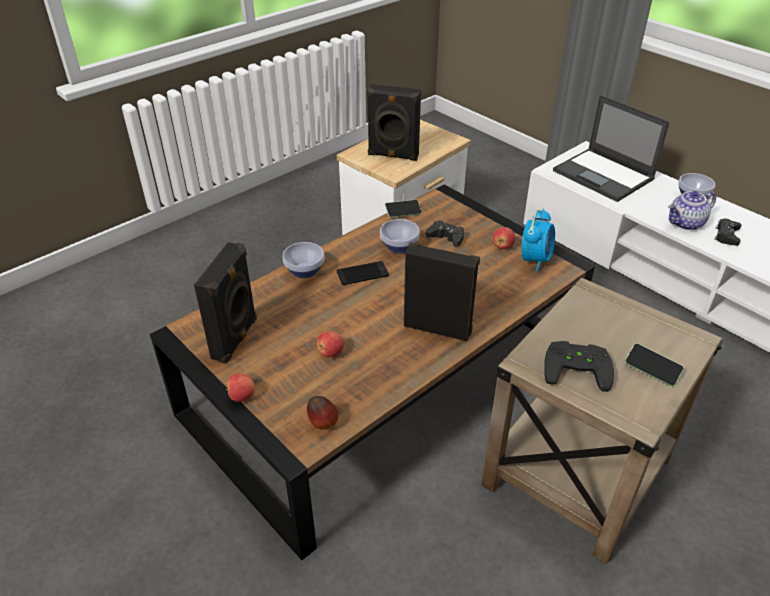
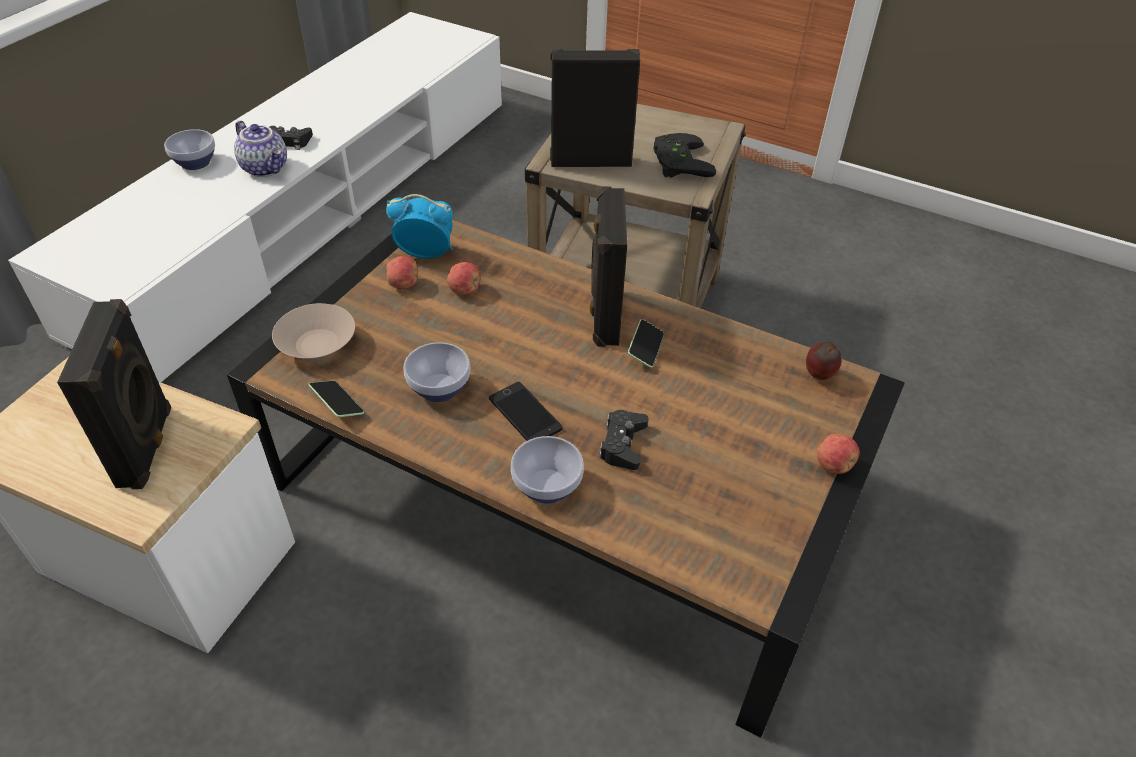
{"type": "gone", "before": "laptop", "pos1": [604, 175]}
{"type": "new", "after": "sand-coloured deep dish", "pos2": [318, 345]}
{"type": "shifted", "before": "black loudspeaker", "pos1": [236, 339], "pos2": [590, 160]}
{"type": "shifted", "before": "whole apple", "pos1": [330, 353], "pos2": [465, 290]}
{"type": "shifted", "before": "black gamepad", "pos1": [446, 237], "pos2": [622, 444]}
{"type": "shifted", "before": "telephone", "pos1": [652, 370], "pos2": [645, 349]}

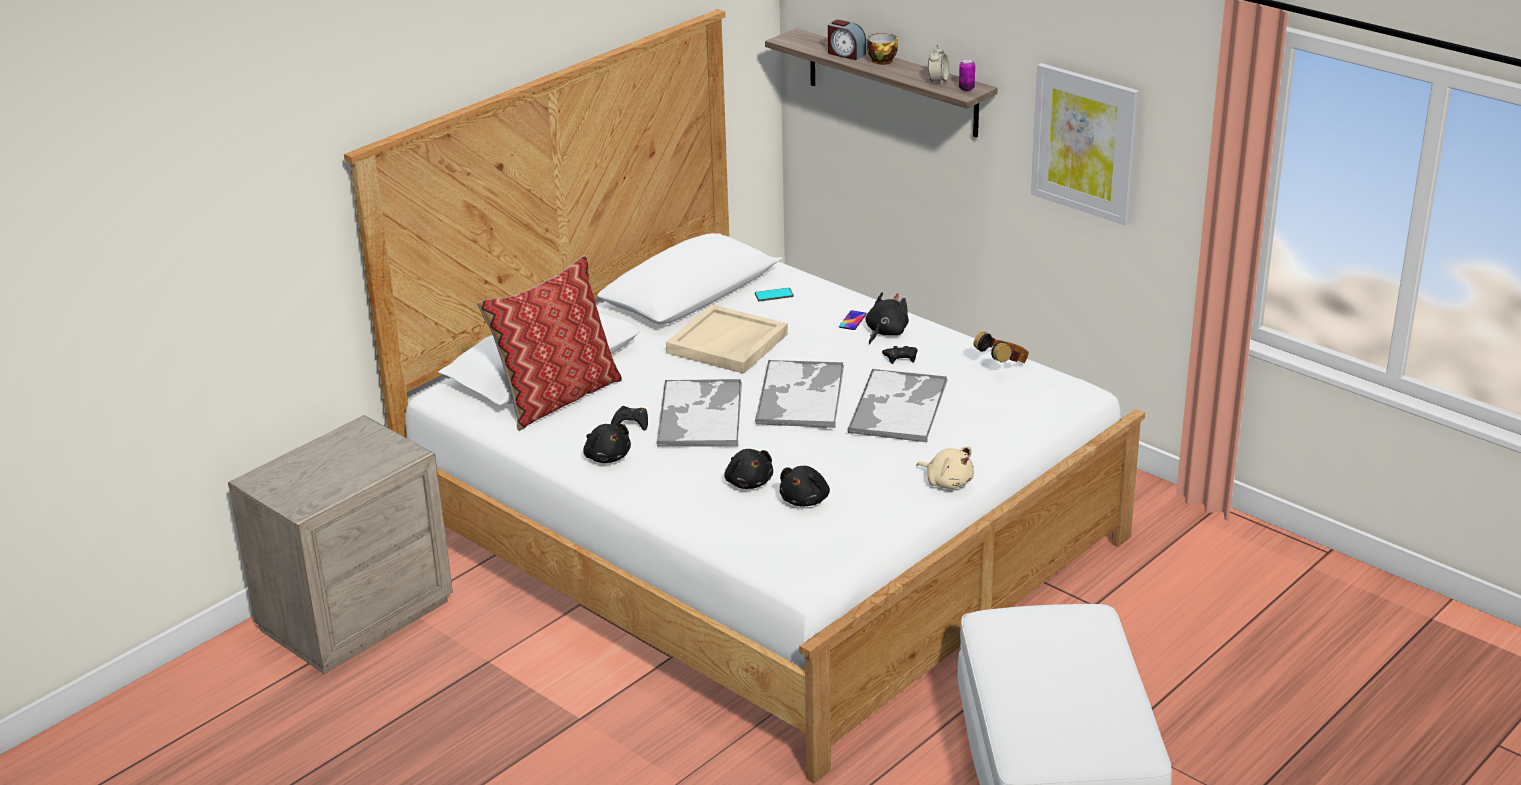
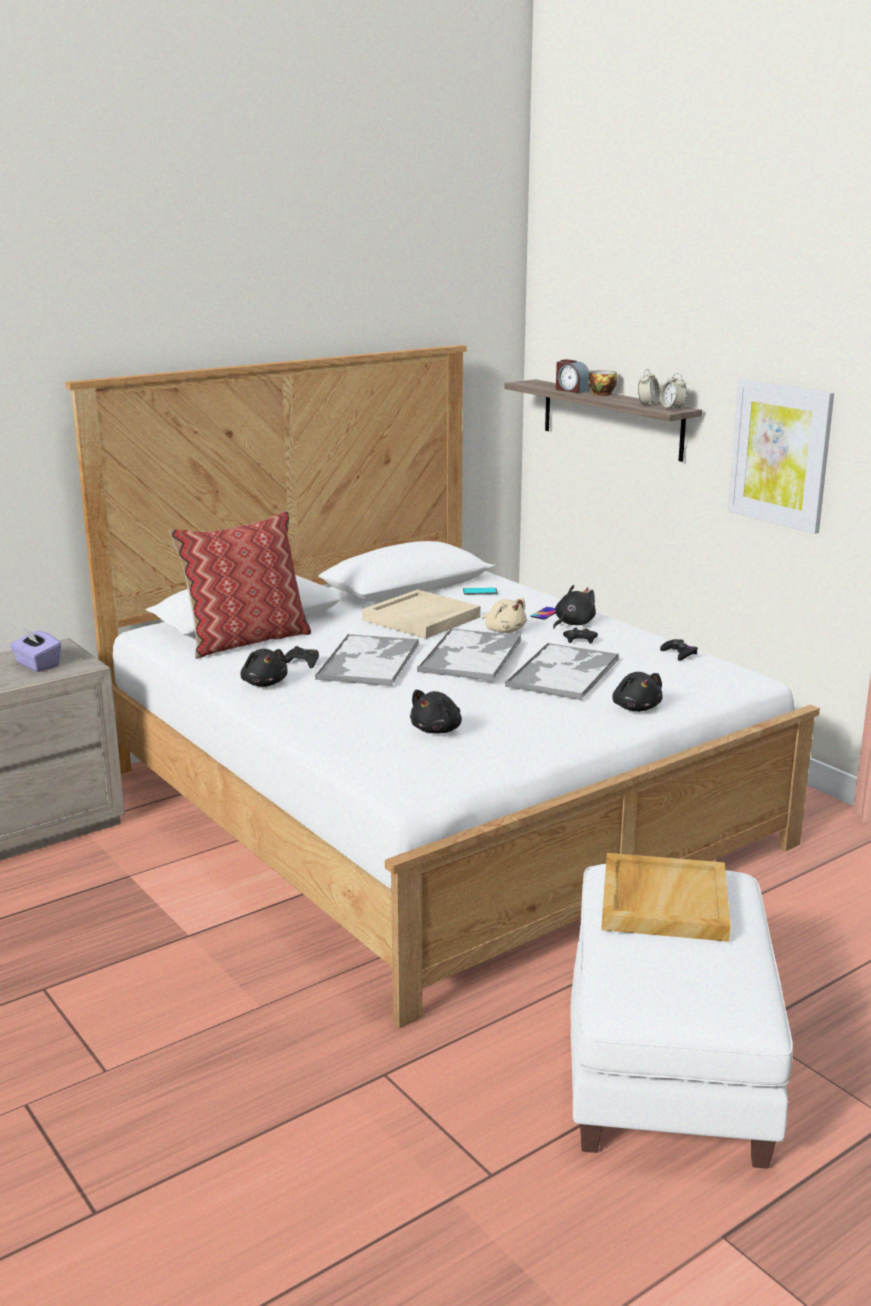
{"type": "new", "after": "purple tissue box", "pos2": [37, 665]}
{"type": "new", "after": "sand-coloured serving tray", "pos2": [663, 901]}
{"type": "shifted", "before": "black cuddly toy", "pos1": [748, 482], "pos2": [636, 708]}
{"type": "shifted", "before": "sand-coloured cuddly toy", "pos1": [947, 482], "pos2": [504, 630]}
{"type": "swapped", "before": "can", "after": "bedside clock", "pos1": [966, 88], "pos2": [672, 408]}
{"type": "swapped", "before": "headphones", "after": "black gamepad", "pos1": [1003, 365], "pos2": [679, 653]}

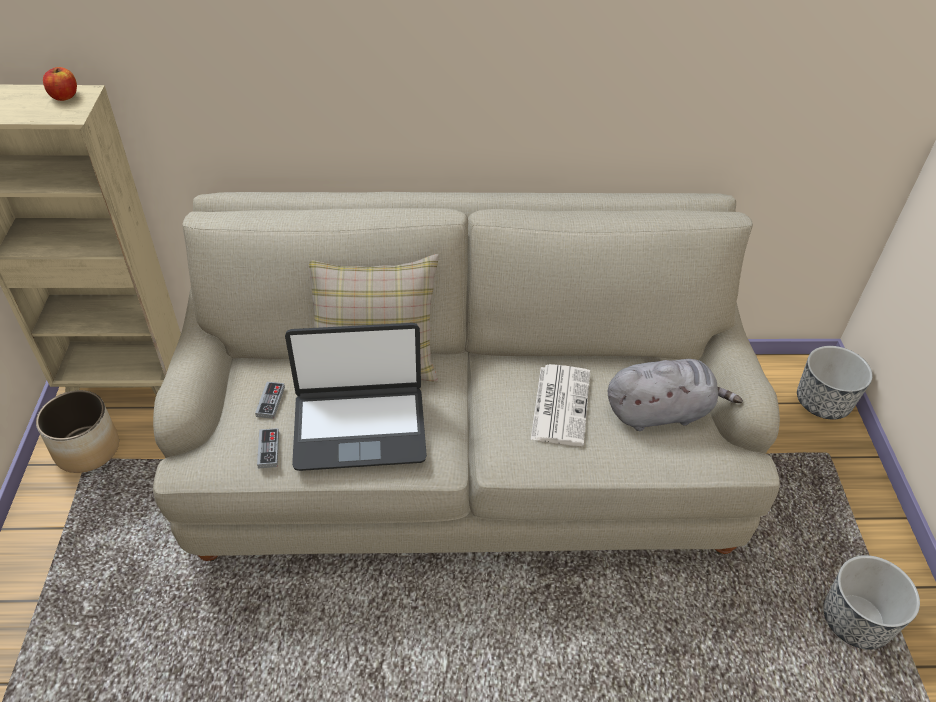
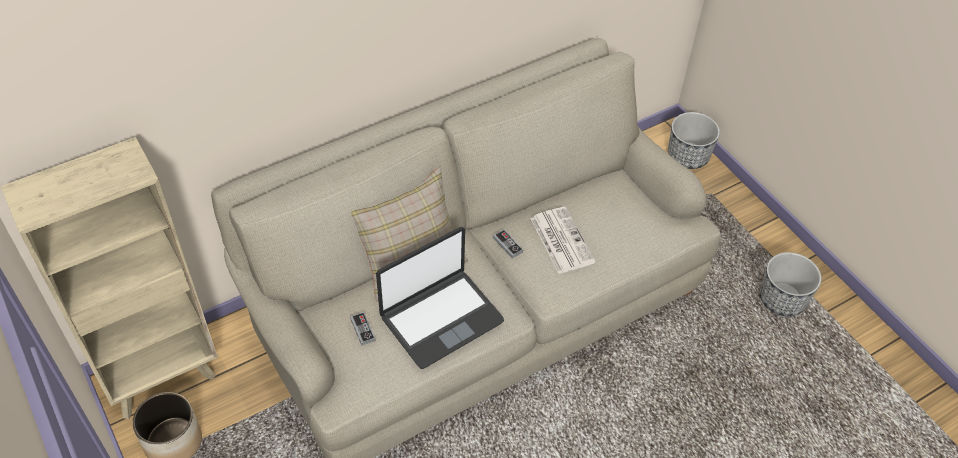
{"type": "gone", "before": "whole apple", "pos1": [64, 96]}
{"type": "gone", "before": "greyish cuddly toy", "pos1": [661, 412]}
{"type": "shifted", "before": "gamepad", "pos1": [268, 450], "pos2": [507, 245]}

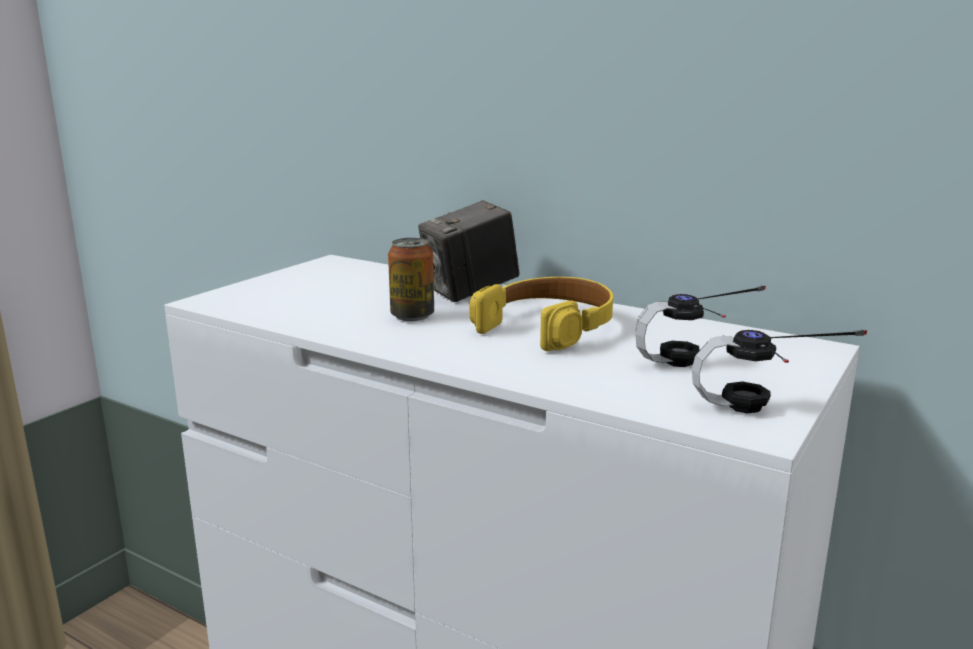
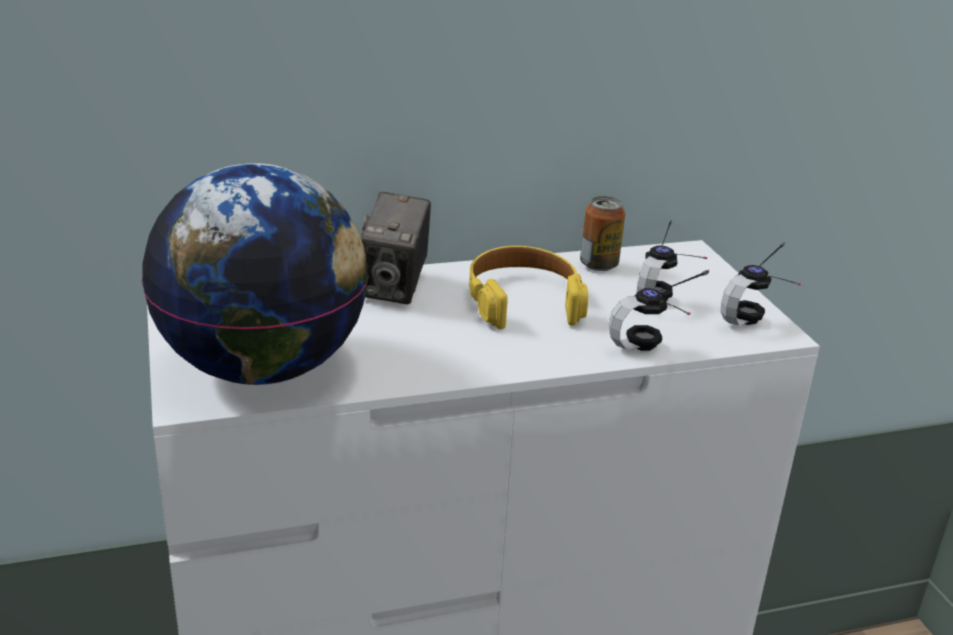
{"type": "new", "after": "world globe", "pos2": [264, 368]}
{"type": "new", "after": "headphones", "pos2": [668, 346]}
{"type": "shifted", "before": "can", "pos1": [412, 316], "pos2": [599, 265]}

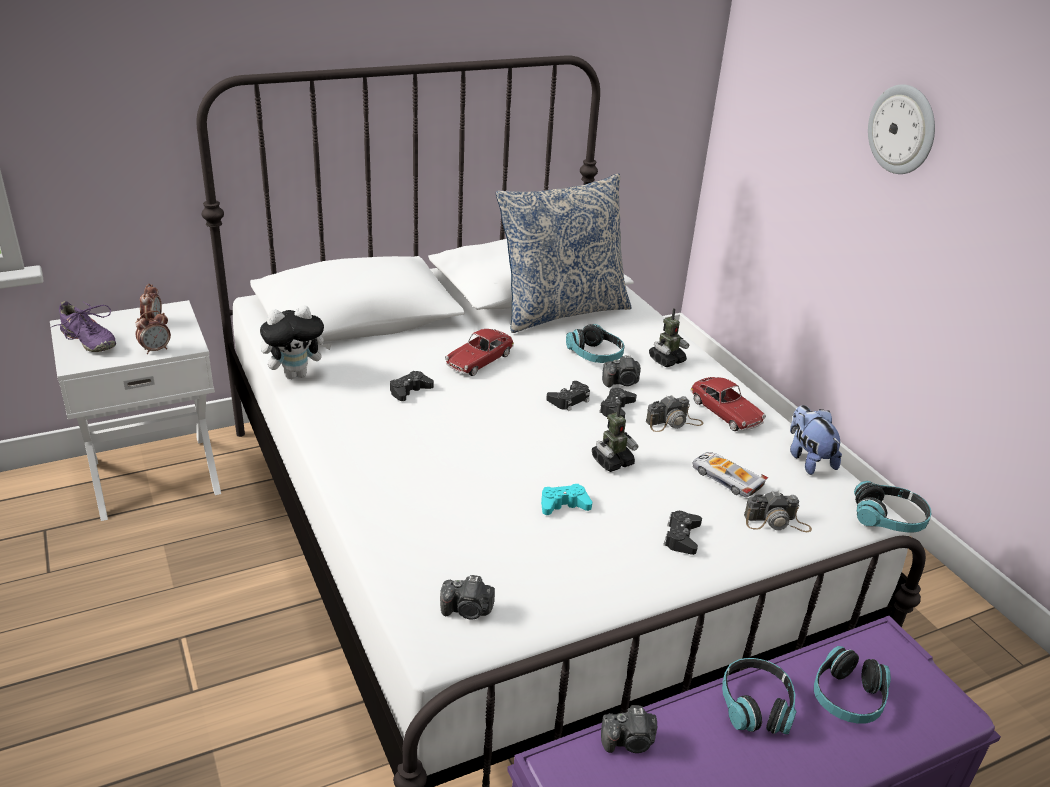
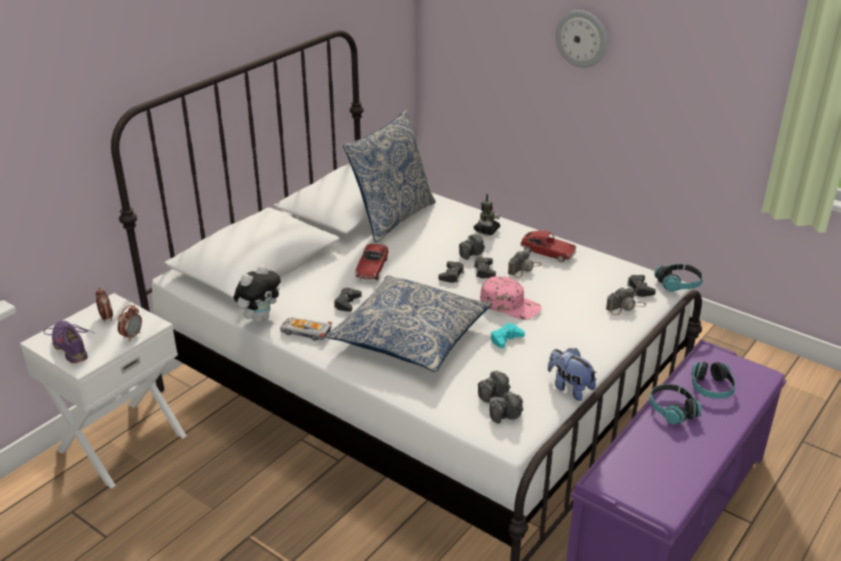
{"type": "gone", "before": "headphones", "pos1": [595, 355]}
{"type": "new", "after": "pillow", "pos2": [410, 336]}
{"type": "shifted", "before": "still camera", "pos1": [629, 742], "pos2": [495, 394]}
{"type": "shifted", "before": "black gamepad", "pos1": [681, 537], "pos2": [640, 289]}
{"type": "shifted", "before": "model car", "pos1": [726, 478], "pos2": [305, 332]}
{"type": "shifted", "before": "cuddly toy", "pos1": [808, 459], "pos2": [569, 388]}
{"type": "swapped", "before": "robot figure", "after": "pink cap", "pos1": [612, 462], "pos2": [510, 304]}
{"type": "rotated", "before": "purple item of footwear", "pos1": [88, 341], "pos2": [71, 347], "turn": -135}

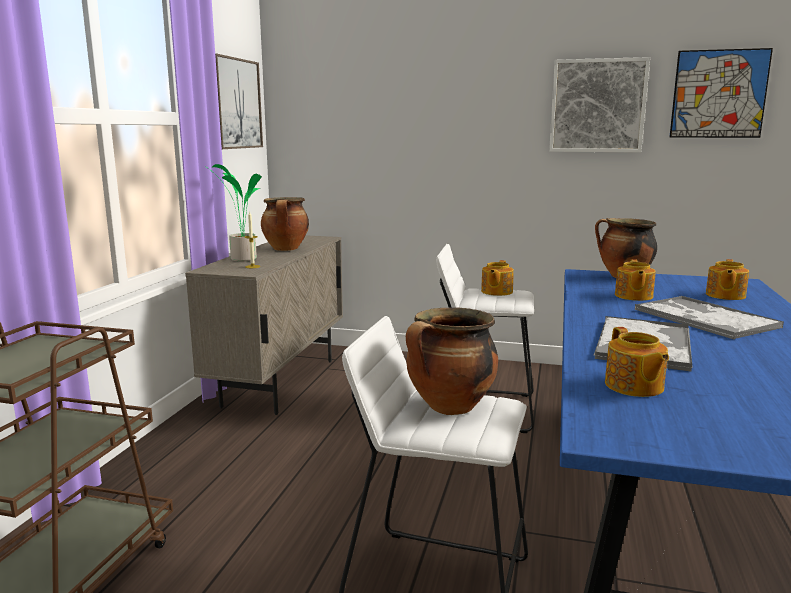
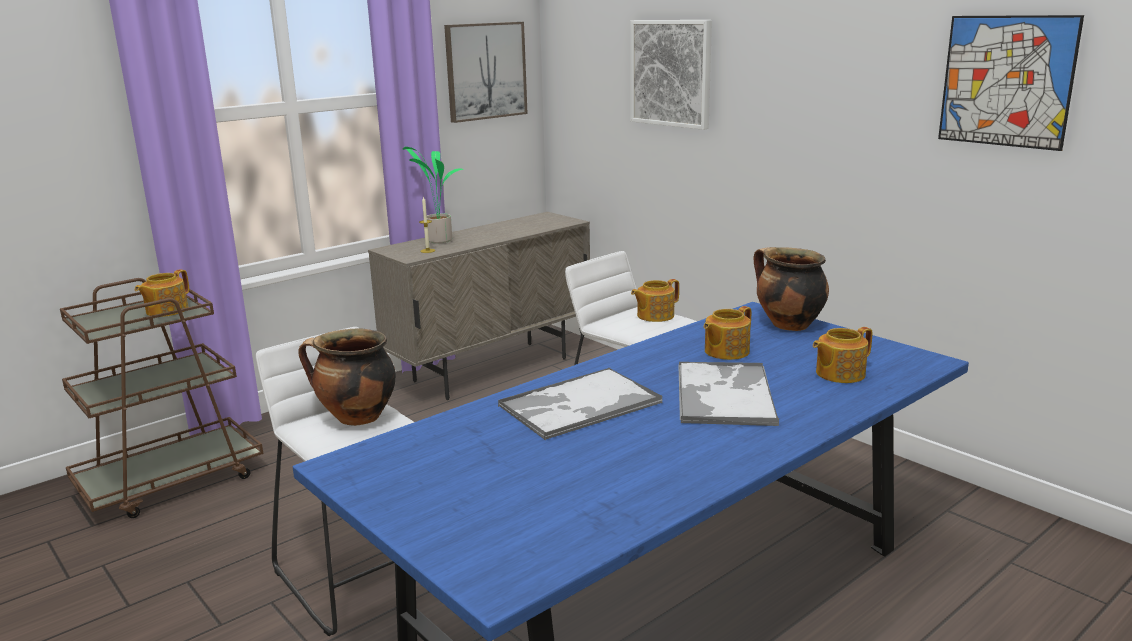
{"type": "gone", "before": "saucepot", "pos1": [286, 249]}
{"type": "shifted", "before": "wall art", "pos1": [597, 106], "pos2": [671, 73]}
{"type": "shifted", "before": "tea pot", "pos1": [634, 386], "pos2": [166, 311]}

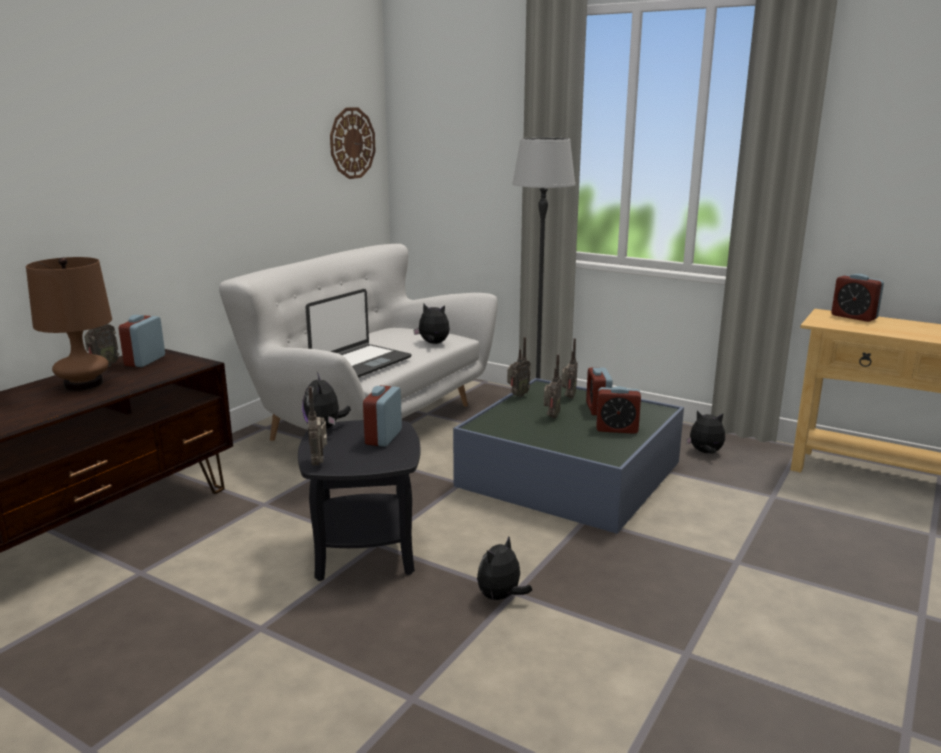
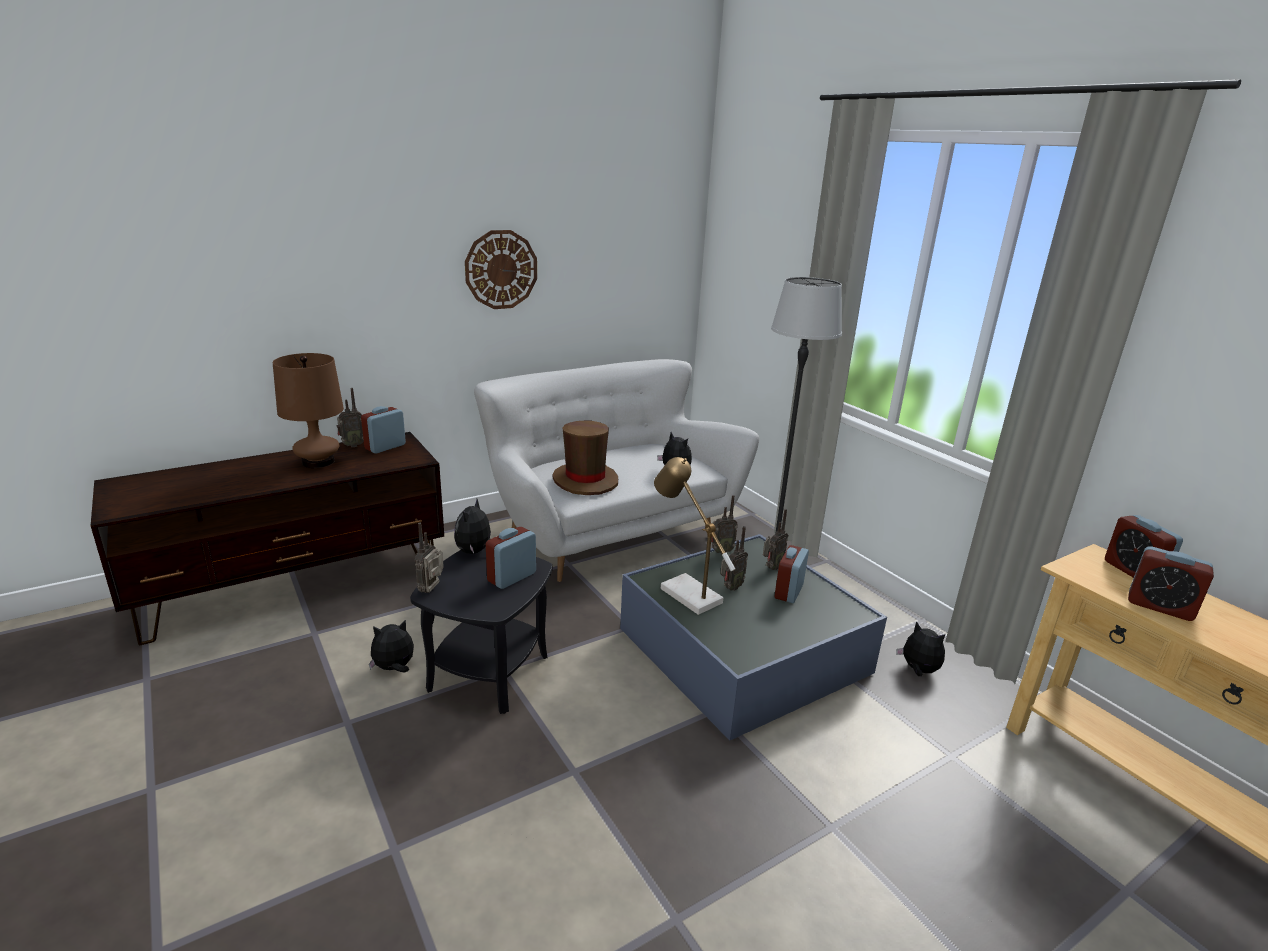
{"type": "new", "after": "table lamp", "pos2": [684, 592]}
{"type": "shifted", "before": "hanging clock", "pos1": [352, 143], "pos2": [501, 269]}
{"type": "shifted", "before": "cuddly toy", "pos1": [501, 597], "pos2": [394, 668]}
{"type": "shifted", "before": "bedside clock", "pos1": [617, 429], "pos2": [1160, 607]}
{"type": "swapped", "before": "laptop", "after": "brown-coloured wearable hat", "pos1": [360, 362], "pos2": [585, 480]}

